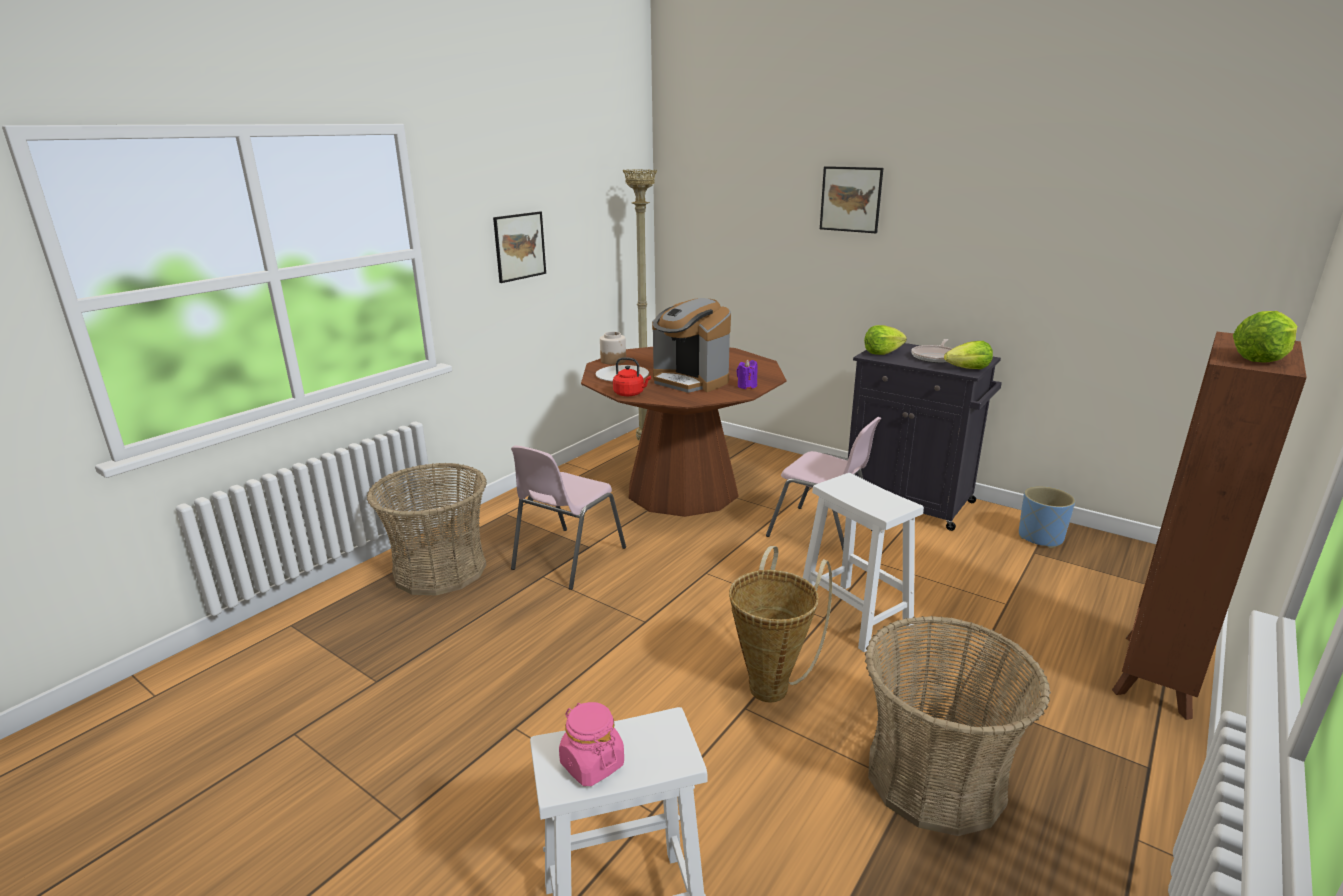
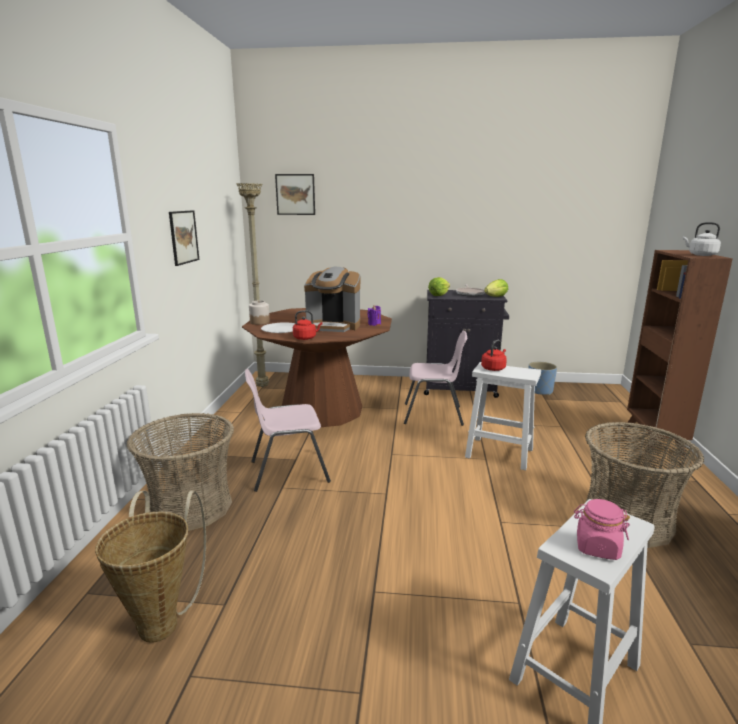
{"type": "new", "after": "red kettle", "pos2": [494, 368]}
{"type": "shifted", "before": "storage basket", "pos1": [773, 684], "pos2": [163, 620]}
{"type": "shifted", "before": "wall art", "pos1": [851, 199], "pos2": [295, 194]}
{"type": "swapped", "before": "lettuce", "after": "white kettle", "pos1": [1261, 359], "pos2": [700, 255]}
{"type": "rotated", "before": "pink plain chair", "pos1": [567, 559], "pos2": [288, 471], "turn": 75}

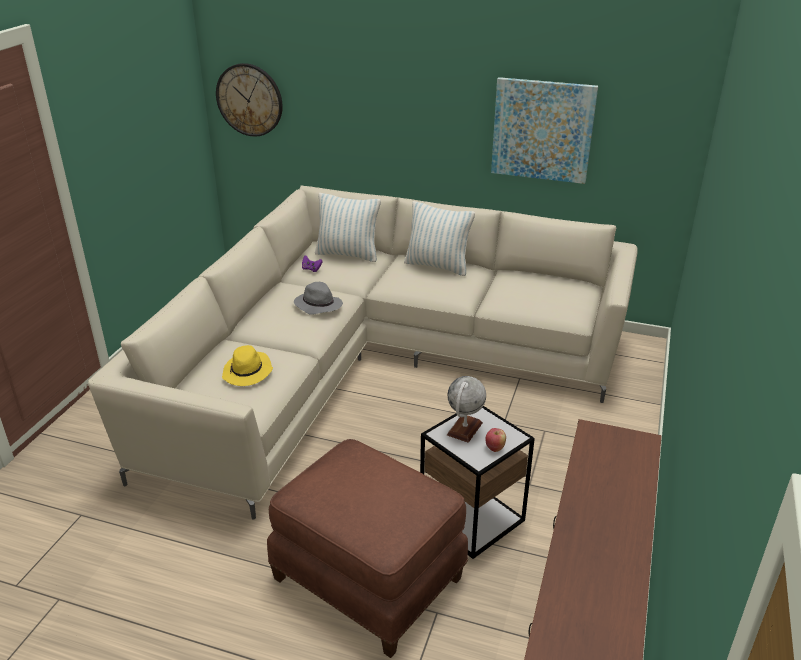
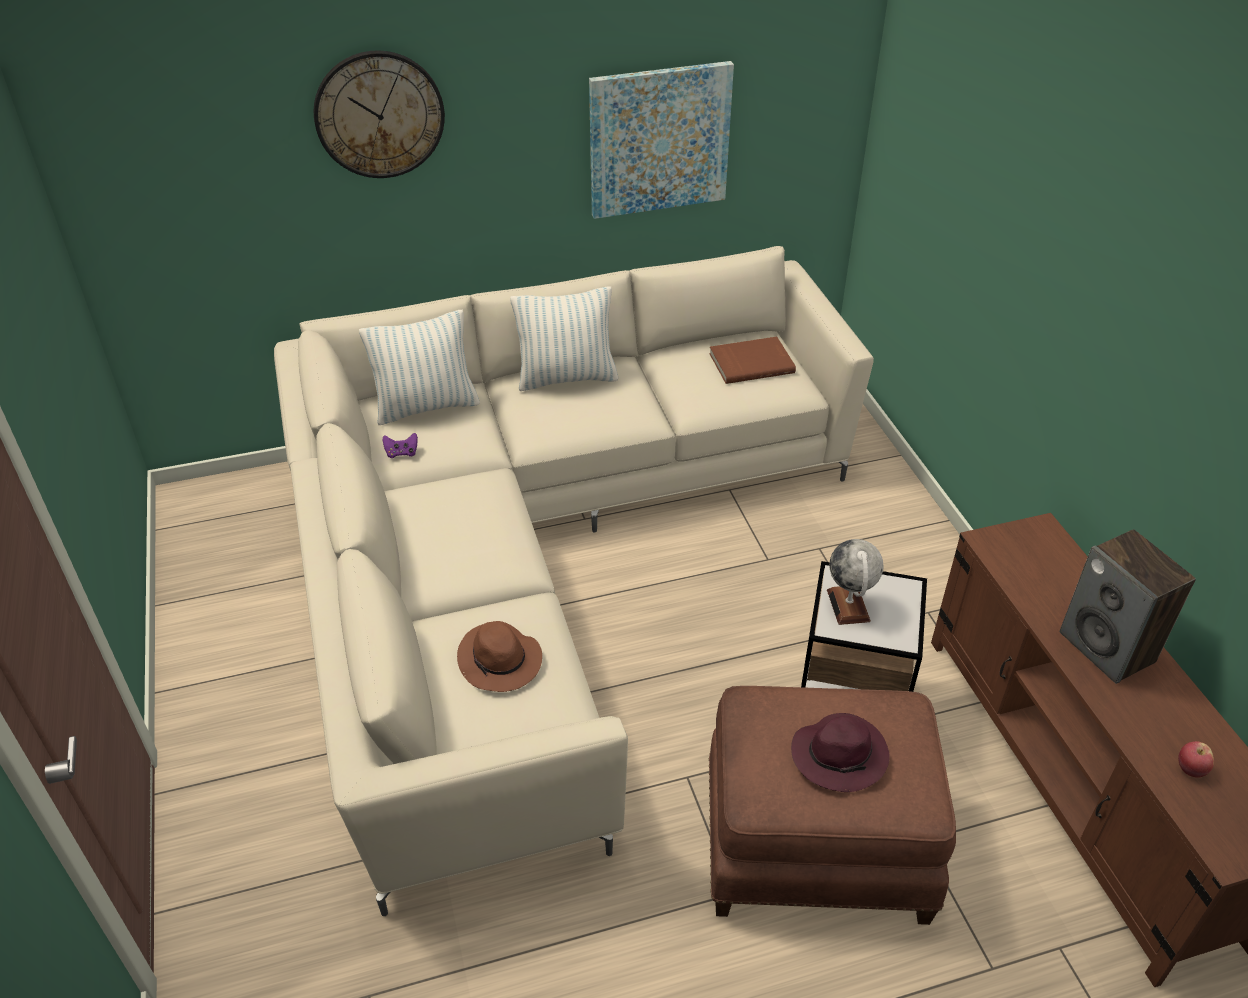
{"type": "gone", "before": "greyish wearable hat", "pos1": [317, 305]}
{"type": "new", "after": "brown-coloured book", "pos2": [751, 362]}
{"type": "new", "after": "purple wearable hat", "pos2": [840, 755]}
{"type": "new", "after": "loudspeaker", "pos2": [1108, 648]}
{"type": "shifted", "before": "hanging clock", "pos1": [249, 100], "pos2": [379, 115]}
{"type": "shifted", "before": "whole apple", "pos1": [494, 448], "pos2": [1190, 769]}
{"type": "repainted", "before": "yellowish wearable hat", "after": "brown-coloured wearable hat", "pos1": [248, 372], "pos2": [500, 661]}

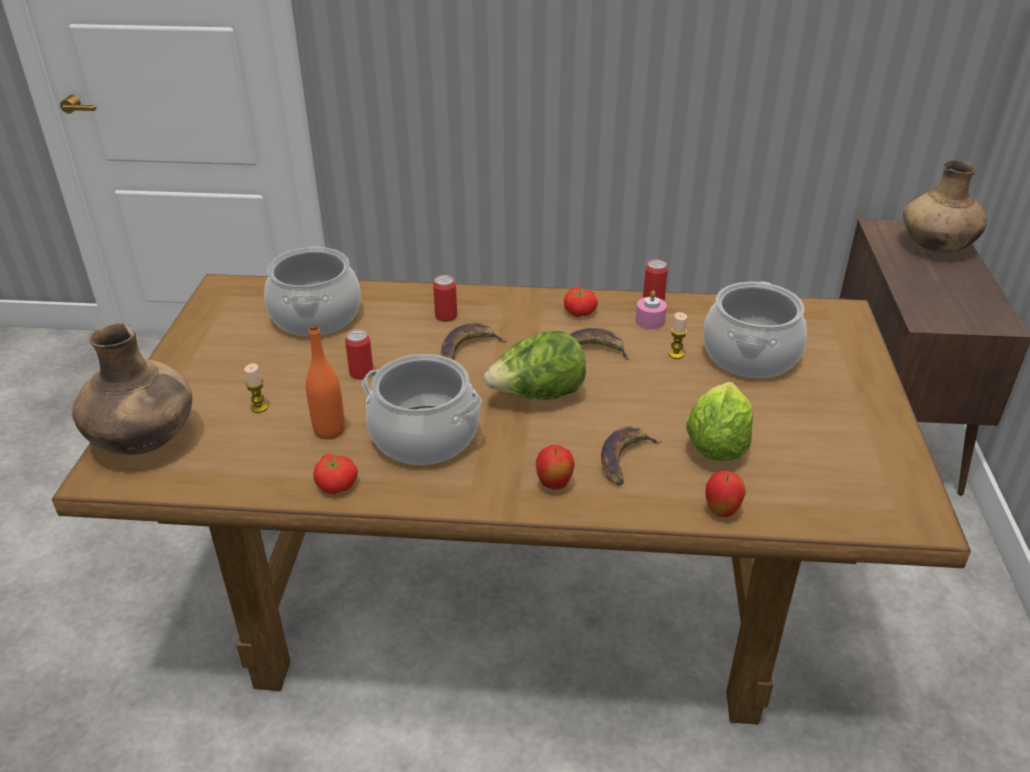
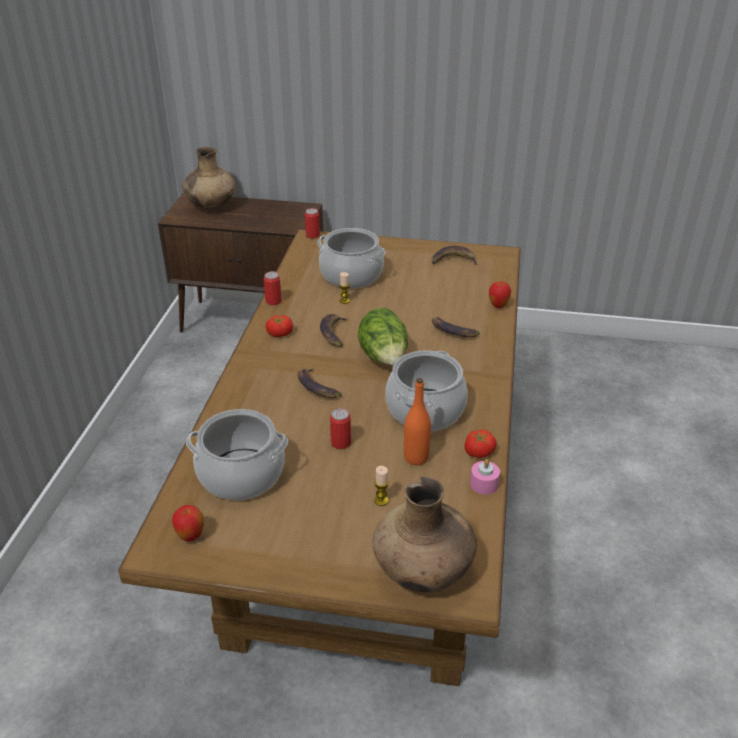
{"type": "gone", "before": "lettuce", "pos1": [716, 445]}
{"type": "new", "after": "banana", "pos2": [453, 260]}
{"type": "shifted", "before": "can", "pos1": [446, 316], "pos2": [312, 235]}
{"type": "shifted", "before": "whole apple", "pos1": [554, 485], "pos2": [191, 536]}
{"type": "shifted", "before": "pink wax light", "pos1": [650, 321], "pos2": [484, 484]}

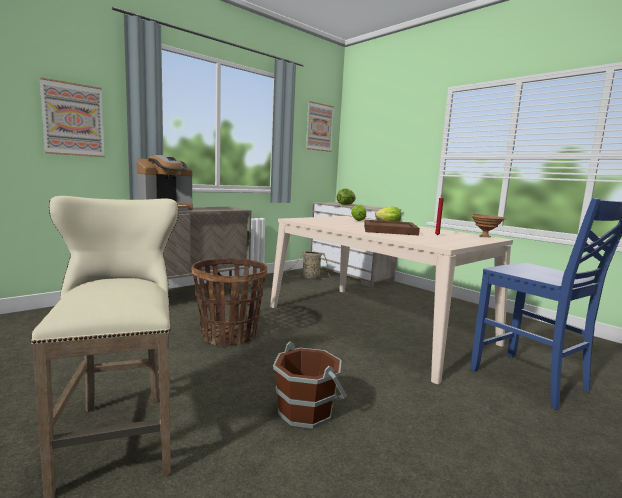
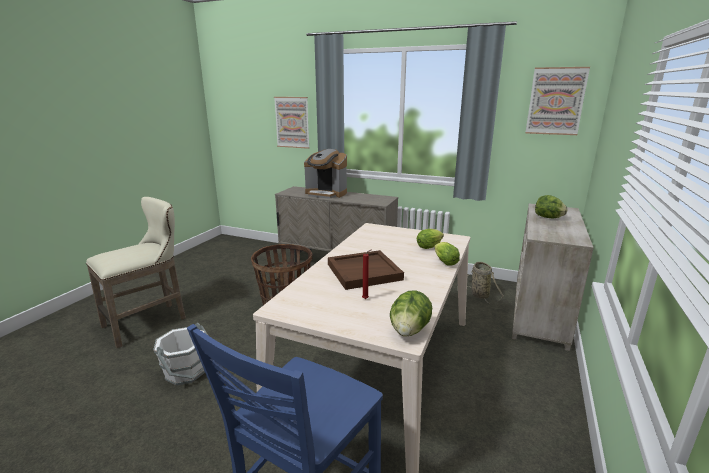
{"type": "swapped", "before": "brown-coloured deep dish", "after": "lettuce", "pos1": [485, 236], "pos2": [409, 331]}
{"type": "repainted", "before": "brown-coloured bucket", "after": "white bucket", "pos1": [306, 410], "pos2": [186, 372]}

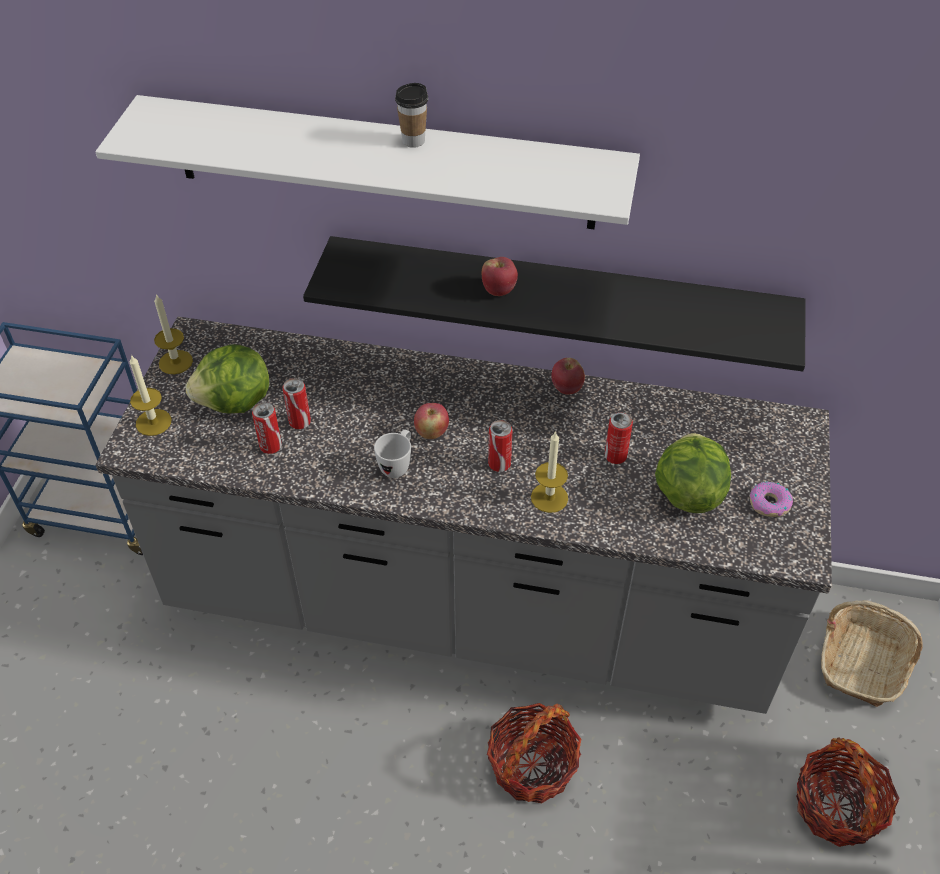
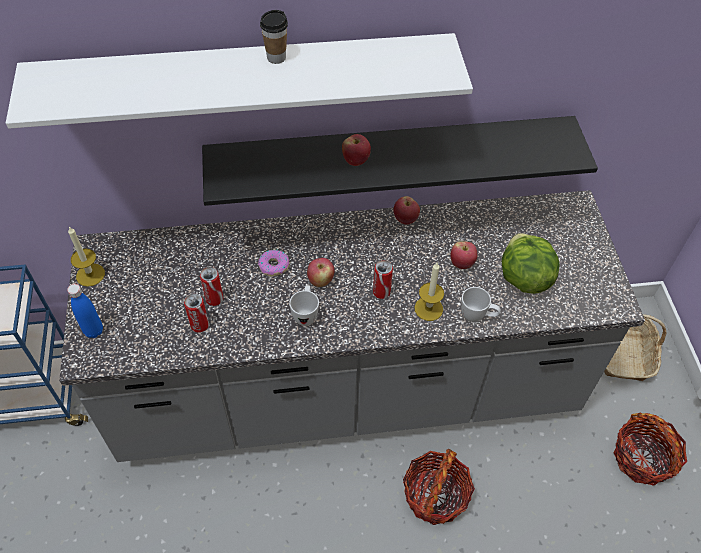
{"type": "gone", "before": "lettuce", "pos1": [236, 403]}
{"type": "new", "after": "white tea mug", "pos2": [477, 316]}
{"type": "shifted", "before": "doughnut", "pos1": [769, 504], "pos2": [274, 266]}
{"type": "swapped", "before": "wax light", "after": "blue-coloured drink bottle", "pos1": [153, 422], "pos2": [94, 331]}
{"type": "swapped", "before": "can", "after": "whole apple", "pos1": [615, 456], "pos2": [462, 263]}

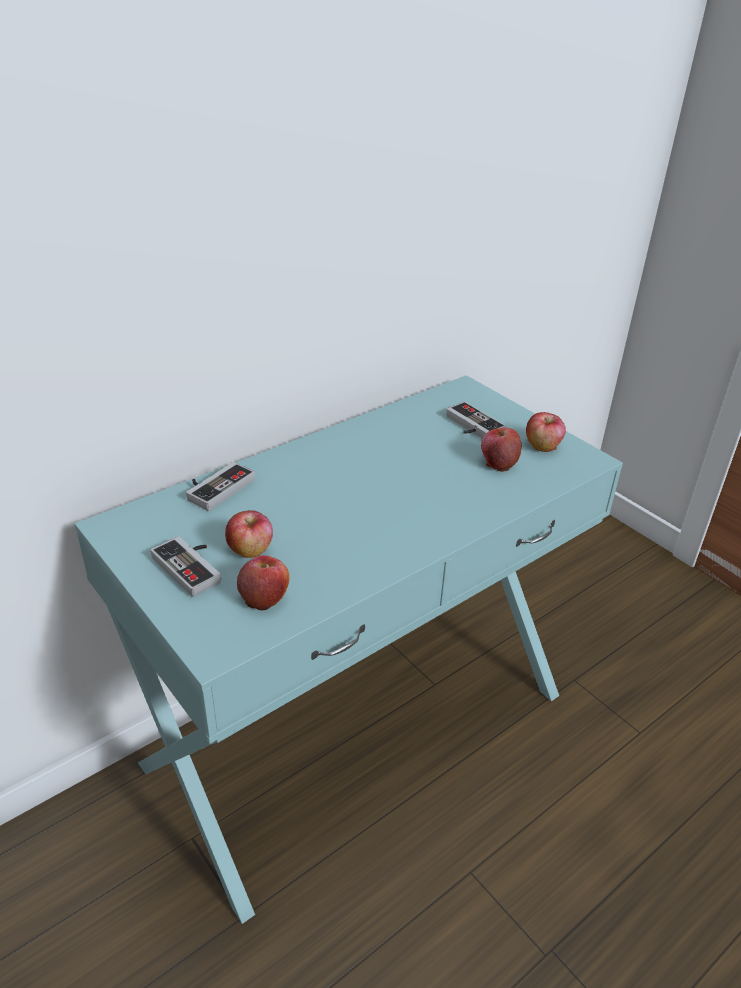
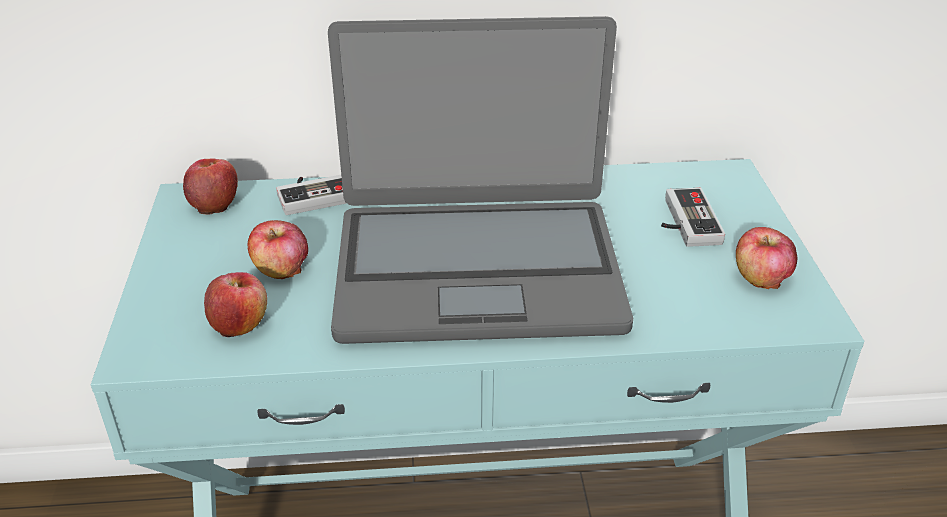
{"type": "gone", "before": "gamepad", "pos1": [193, 567]}
{"type": "new", "after": "laptop", "pos2": [477, 269]}
{"type": "shifted", "before": "whole apple", "pos1": [498, 462], "pos2": [214, 203]}

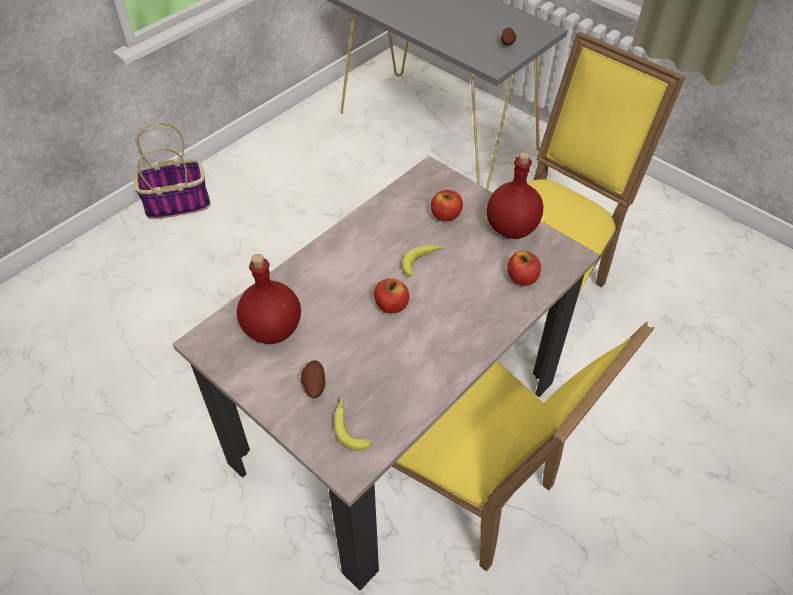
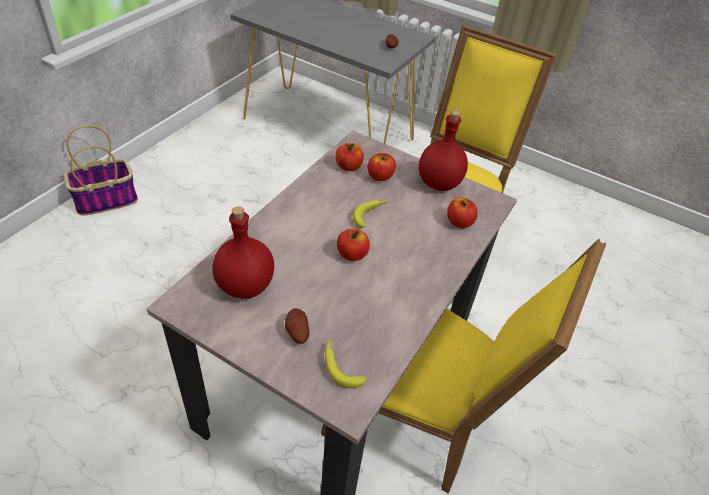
{"type": "new", "after": "whole apple", "pos2": [348, 166]}

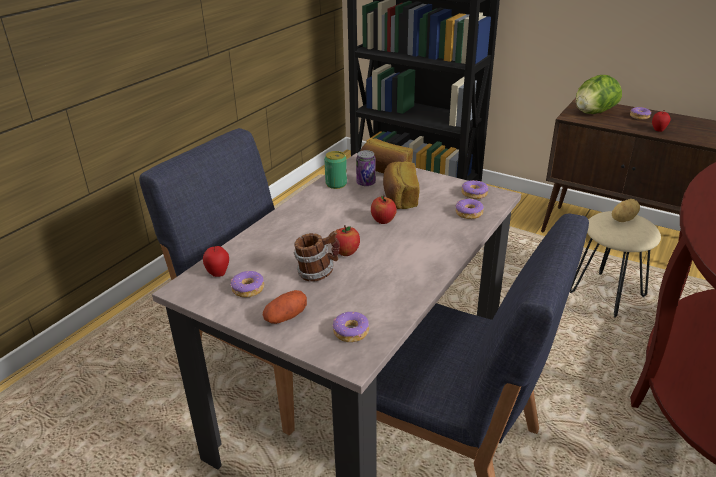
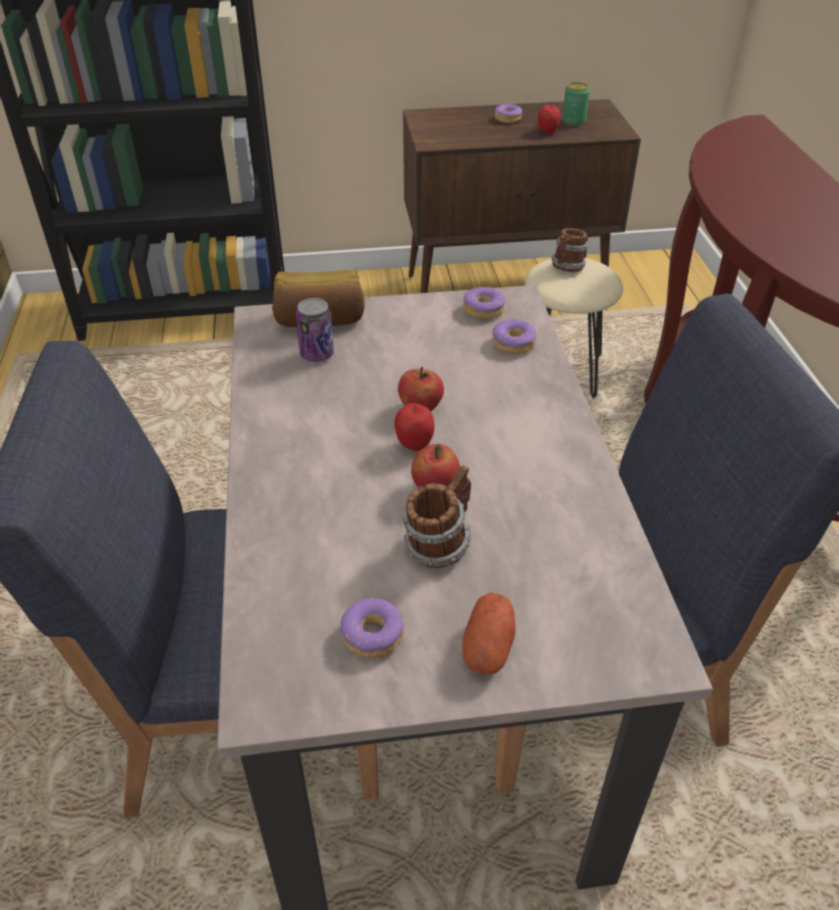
{"type": "gone", "before": "doughnut", "pos1": [351, 332]}
{"type": "gone", "before": "bakery bread", "pos1": [399, 198]}
{"type": "gone", "before": "lettuce", "pos1": [593, 113]}
{"type": "shifted", "before": "whole apple", "pos1": [218, 273], "pos2": [414, 445]}
{"type": "shifted", "before": "can", "pos1": [336, 184], "pos2": [573, 121]}
{"type": "swapped", "before": "whole potato", "after": "tea mug", "pos1": [622, 219], "pos2": [567, 269]}

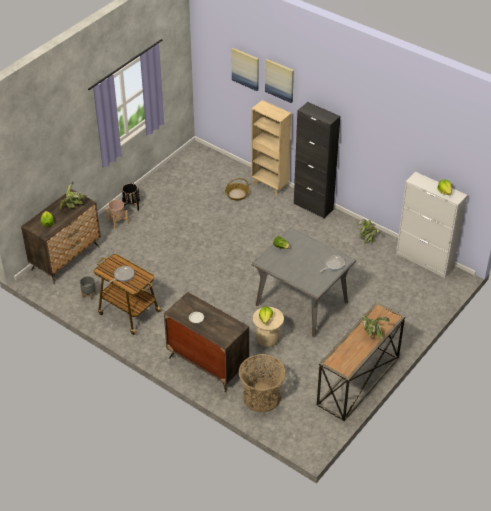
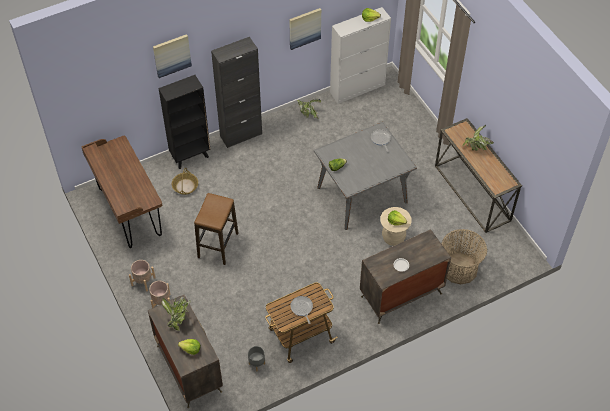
{"type": "new", "after": "brown-coloured desk", "pos2": [129, 213]}
{"type": "new", "after": "stool", "pos2": [218, 245]}
{"type": "shifted", "before": "wall art", "pos1": [245, 68], "pos2": [304, 28]}
{"type": "repainted", "before": "black planter", "after": "sand-coloured planter", "pos1": [131, 205], "pos2": [143, 281]}
{"type": "repainted", "before": "sand-coloured bookshelf", "after": "black bookshelf", "pos1": [269, 186], "pos2": [191, 156]}

